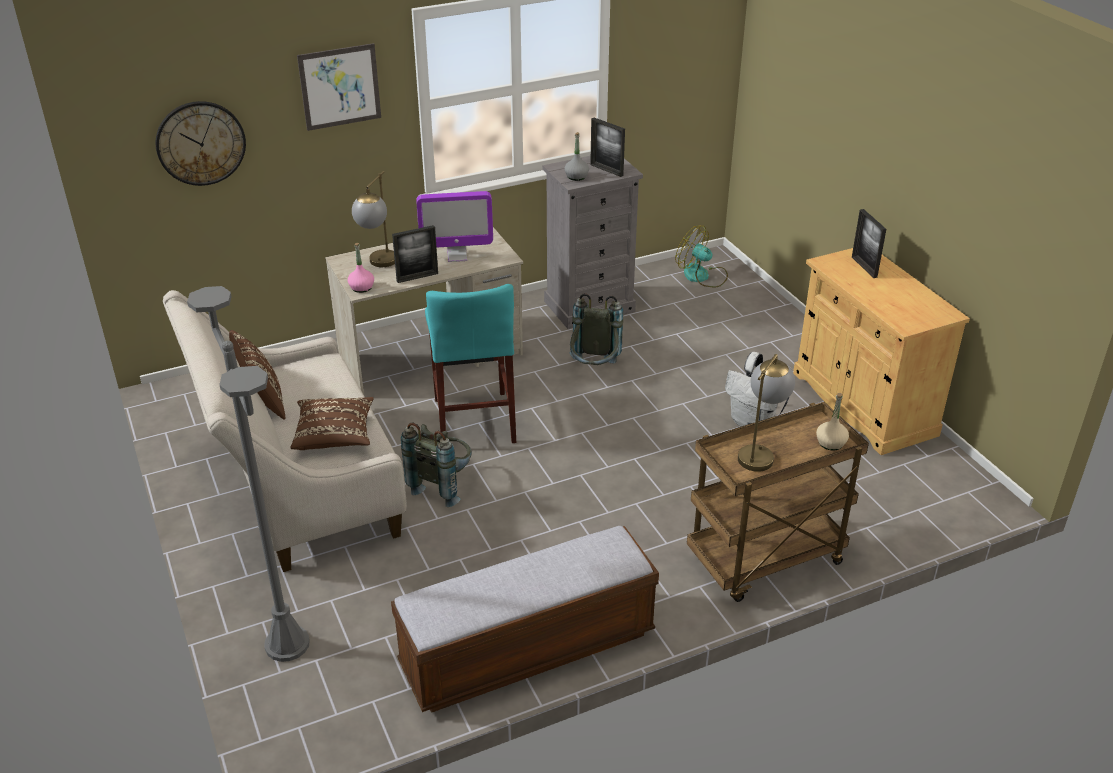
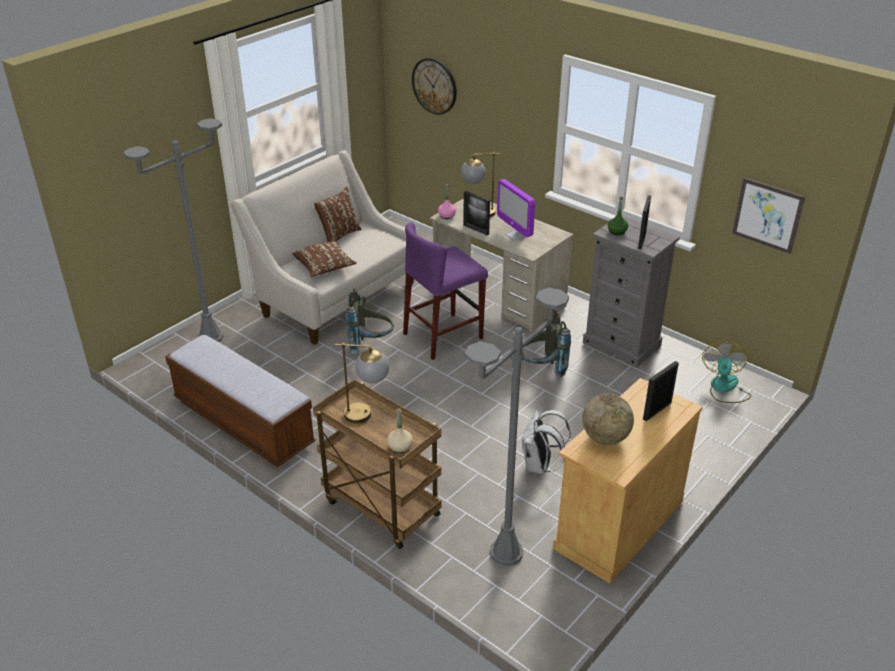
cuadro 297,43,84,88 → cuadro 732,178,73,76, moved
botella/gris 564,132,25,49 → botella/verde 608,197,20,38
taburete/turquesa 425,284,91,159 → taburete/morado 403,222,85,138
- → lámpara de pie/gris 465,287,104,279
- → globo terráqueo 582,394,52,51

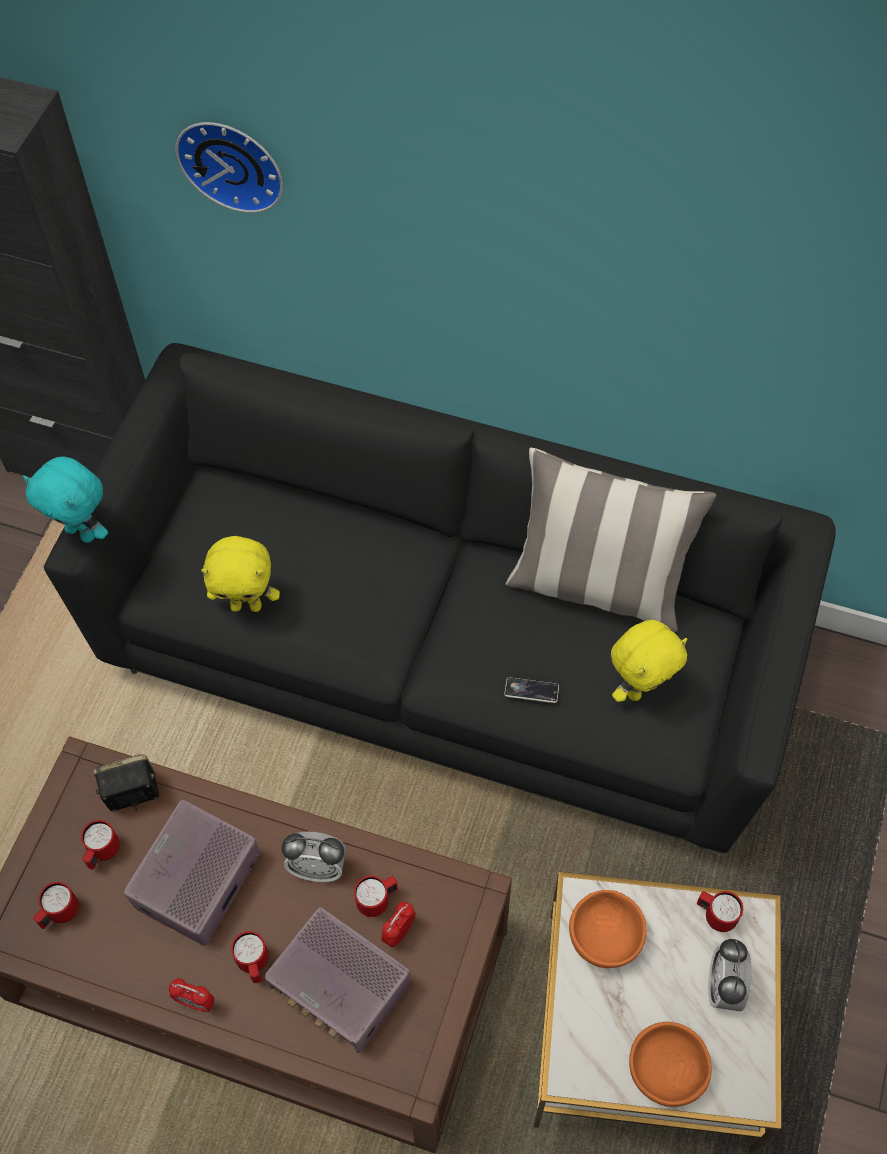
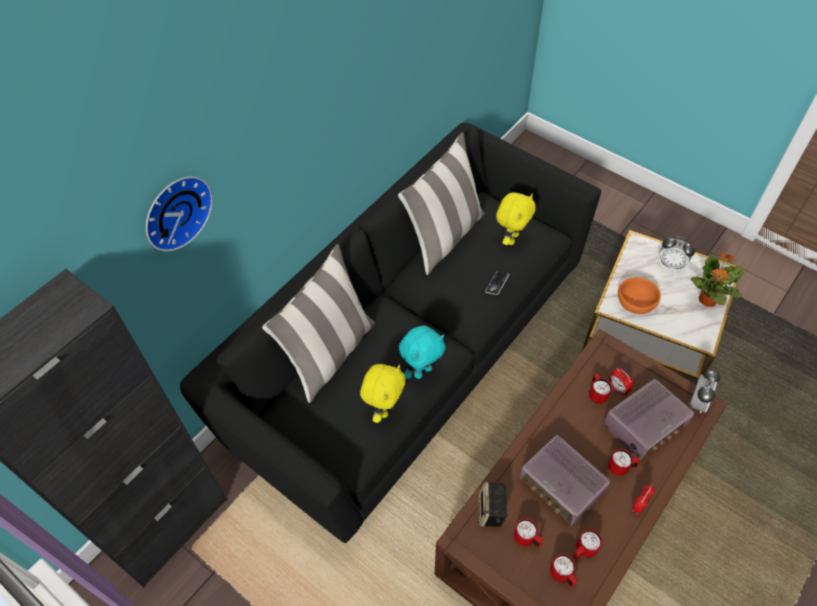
peluche/turquesa 23,456,85,87 → peluche/turquesa 399,325,47,54, moved
peluche/amarillo 611,620,76,82 → peluche/amarillo 496,192,40,53, 45 degrees clockwise
despertador 282,831,64,51 → despertador 689,370,31,43, moved
taza grande/rojo 697,891,46,41 → taza grande/rojo 574,529,28,30, moved
cuenco/naranja 629,1022,83,85 → planta en maceta 691,252,53,55
- → cojín 262,244,113,159

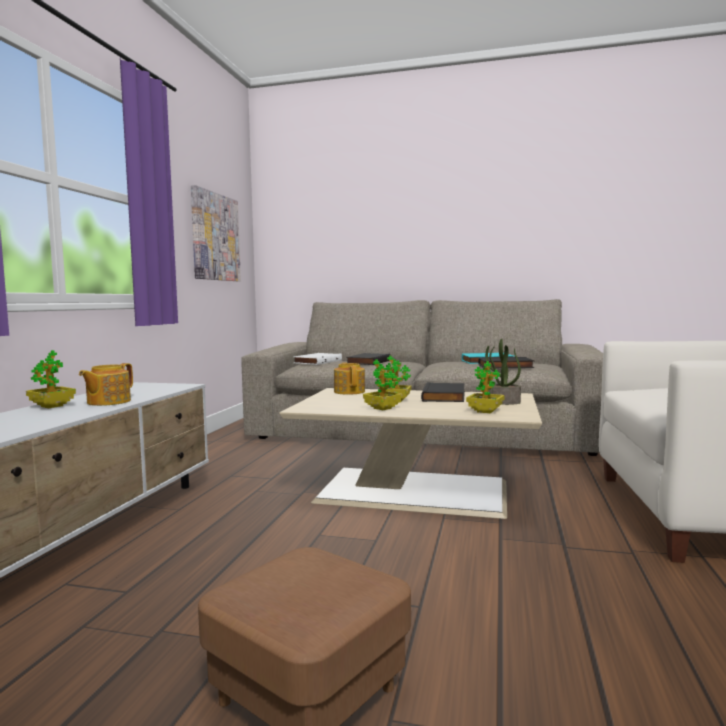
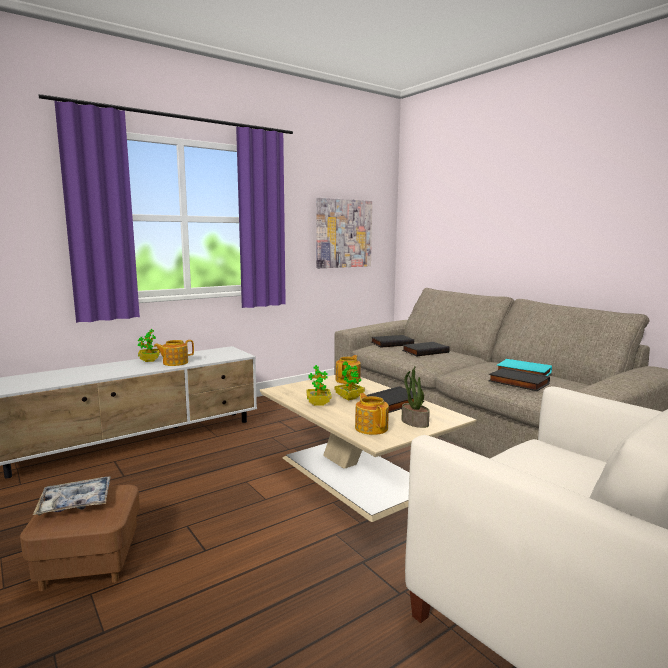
libro/blanco 294,353,48,12 → libro/negro 371,335,43,13
planta en maceta 466,361,39,52 → tetera 355,393,34,42
- → bandeja 33,477,77,38

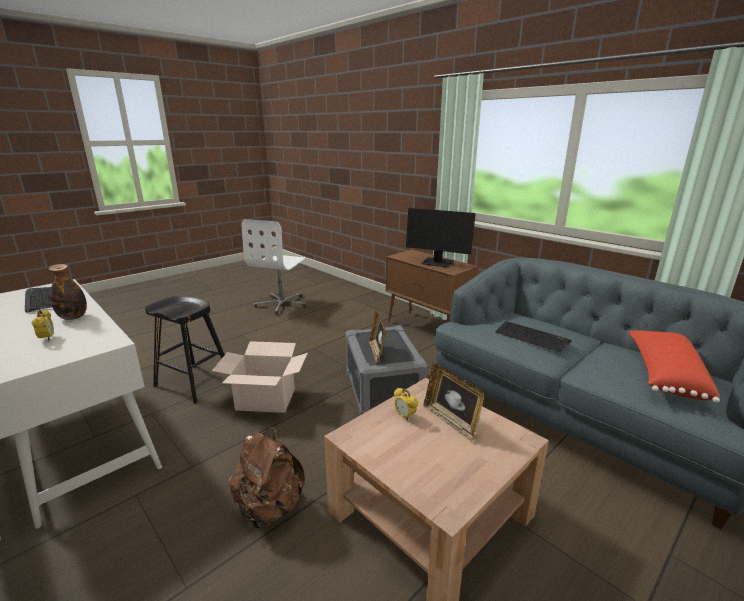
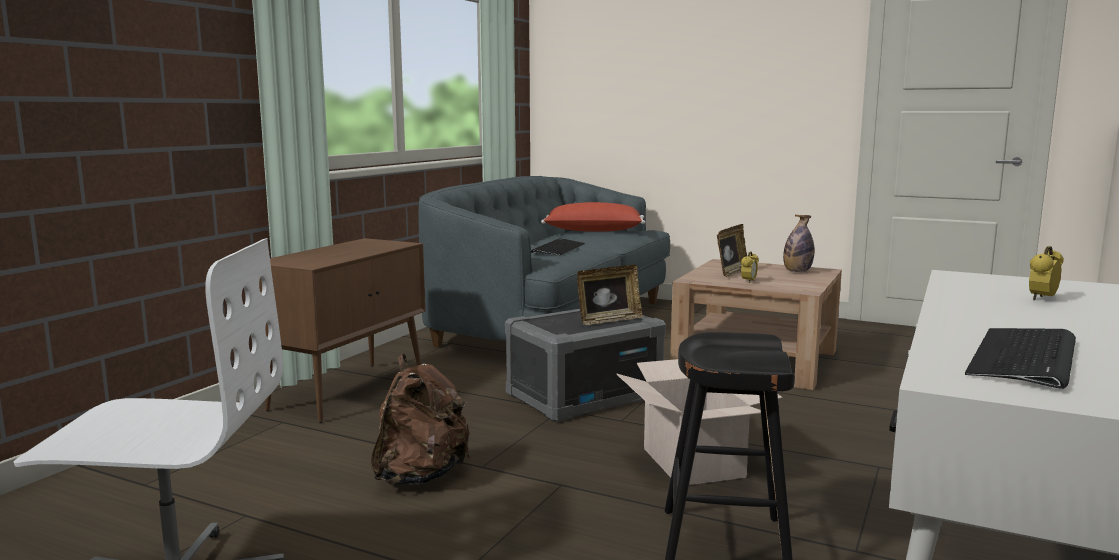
monitor 406,208,70,59 → -
botella 49,264,38,56 → botella 783,215,31,57, moved
mochila/marrón 228,427,77,102 → mochila/marrón 371,353,99,132, moved

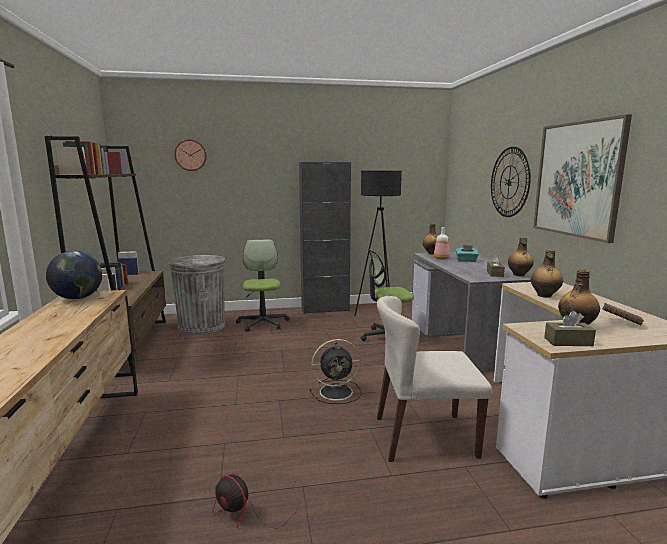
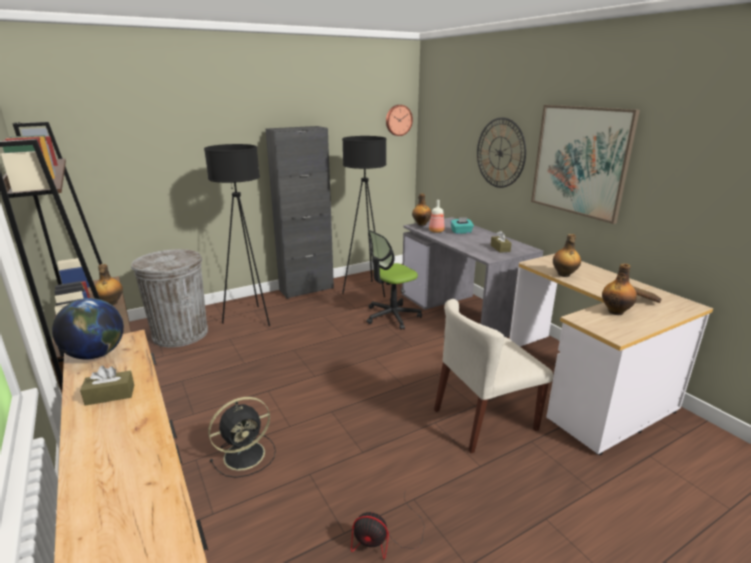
reloj de pared 174,139,33,32 → reloj de pared 386,105,27,31, moved
botella 508,237,26,39 → botella 95,264,28,41, moved
silla de oficina 236,239,54,93 → lámpara de pie/negro 204,144,66,182
caja de pañuelos/marrón 544,311,52,35 → caja de pañuelos/marrón 80,366,54,40, moved
ventilador/negro 309,339,53,65 → ventilador/negro 208,397,68,81, moved

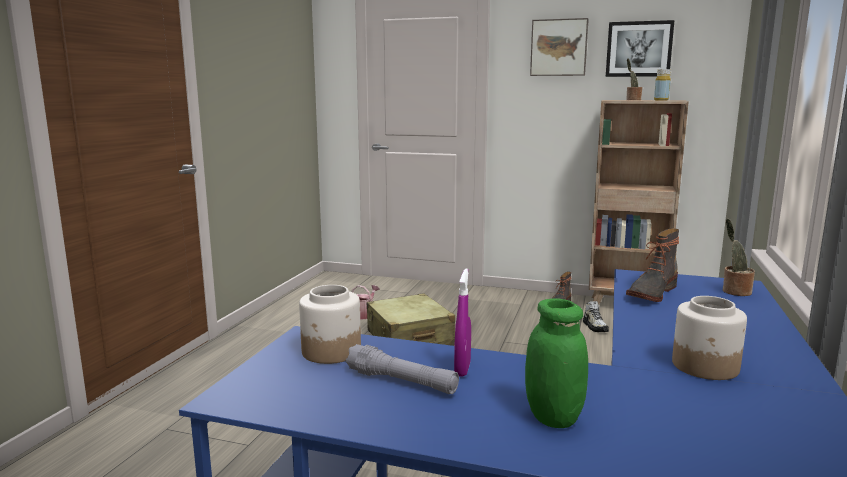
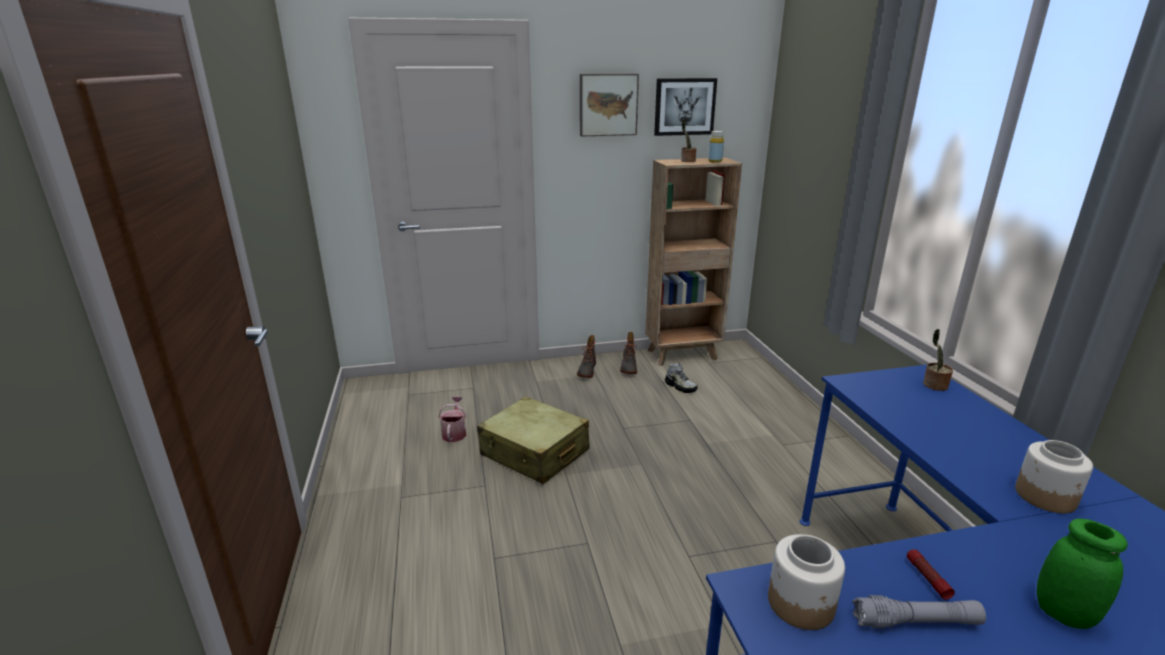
bota 626,228,53,74 → bota 577,335,19,43, moved
pulverizador/morado 454,269,17,108 → linterna 907,549,48,51

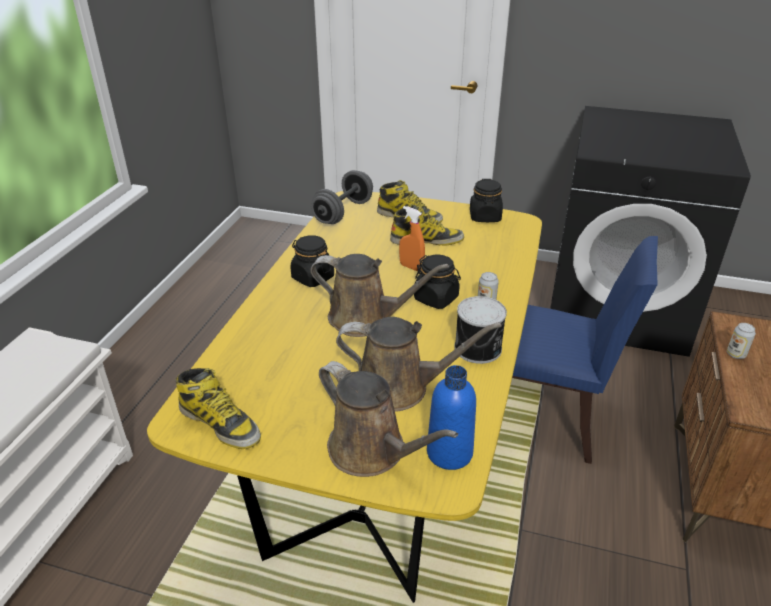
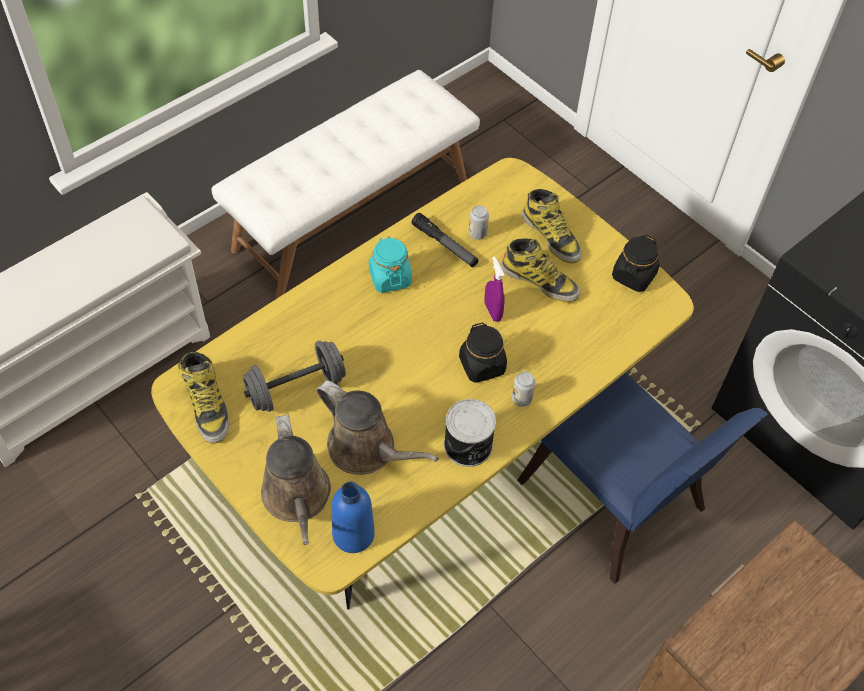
mancuerna/gris 311,170,62,54 → mancuerna/gris 243,341,103,71, moved
pulverizador/naranja 399,206,26,65 → pulverizador/morado 484,256,21,66
tarro/negro 290,235,44,52 → tarro/turquesa 369,236,43,57
regadera/marrón 310,254,139,83 → -
lata 727,323,29,36 → lata 469,205,20,35, moved
- → banco/blanco 212,70,268,228
- → linterna 411,213,68,54

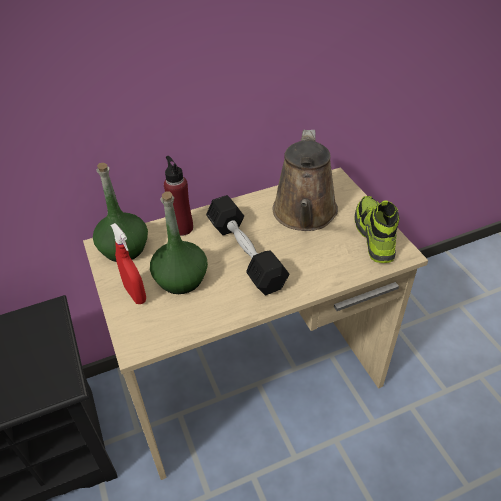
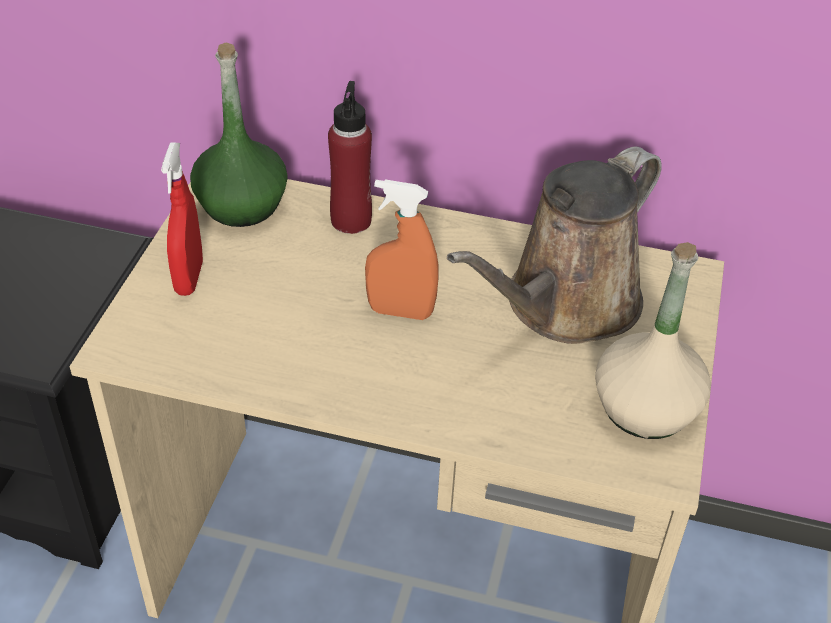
botella/verde 150,191,58,103 → -
mancuerna/negro 206,195,83,100 → pulverizador/naranja 365,179,74,141
zapato 355,196,45,67 → botella/beis 595,242,116,197

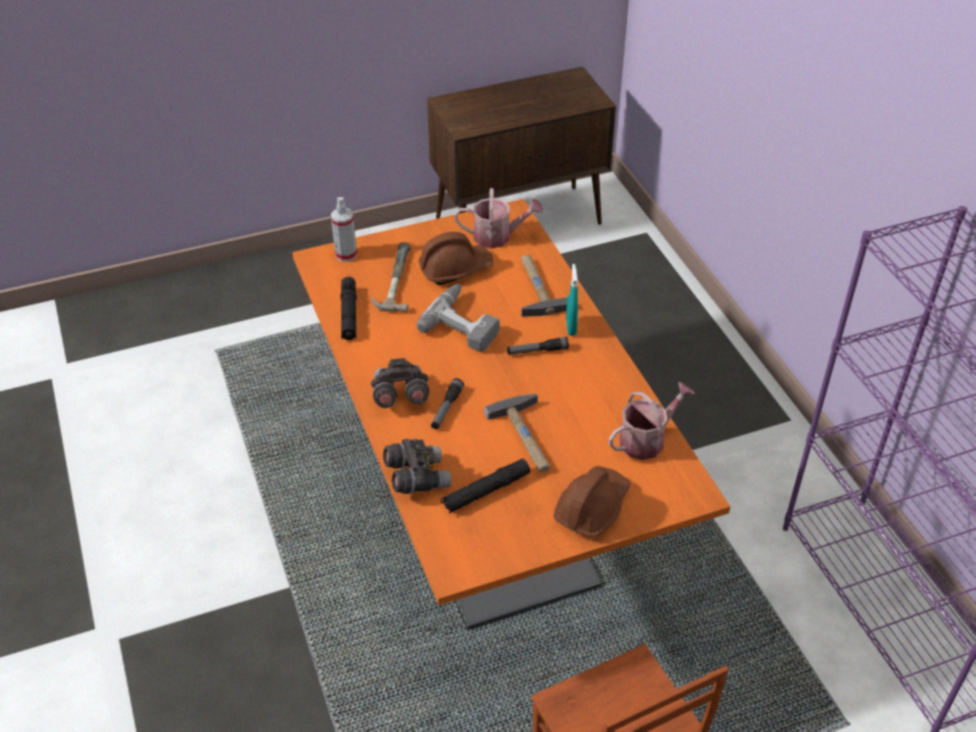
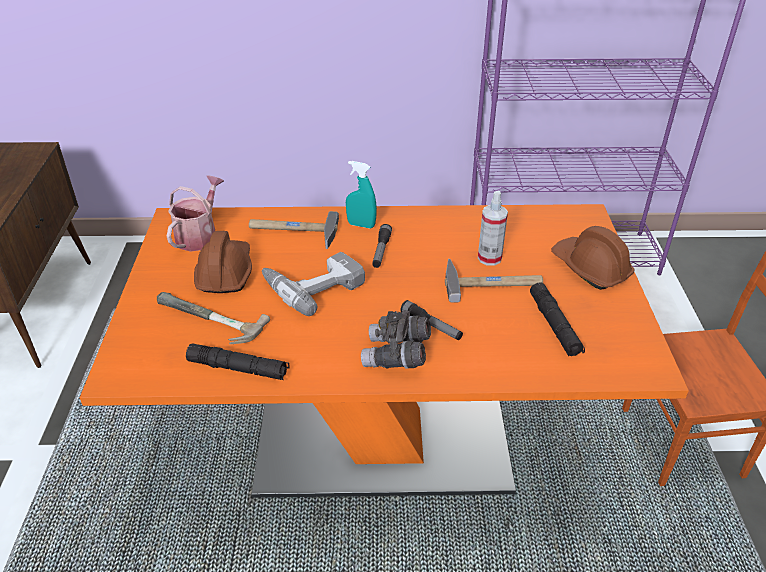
pulverizador 331,197,26,65 → pulverizador 478,191,30,75, moved
regadera 608,382,87,78 → -
prismáticos/gris 383,438,68,56 → -

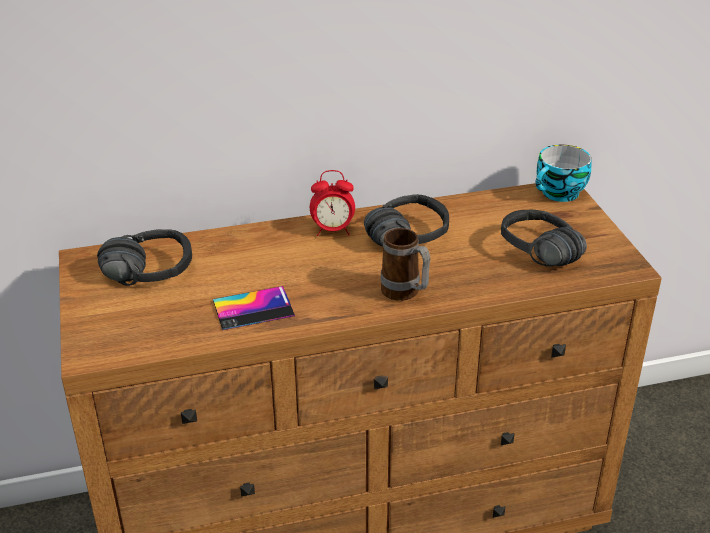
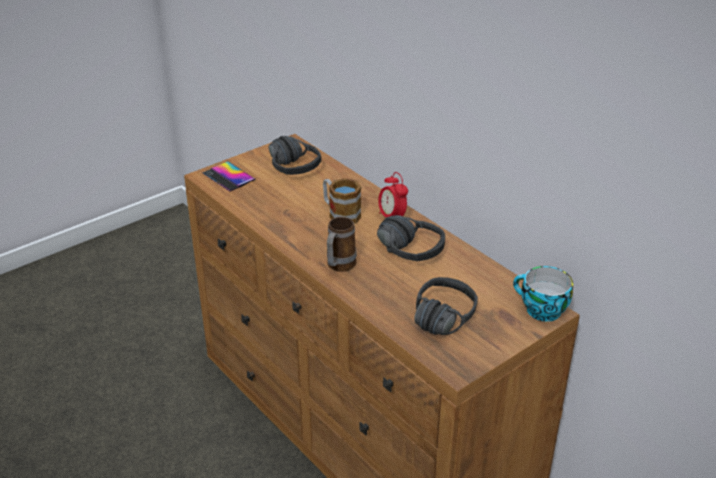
móvil 213,286,82,44 → móvil 203,161,53,30, moved
- → taza grande 323,178,38,46

